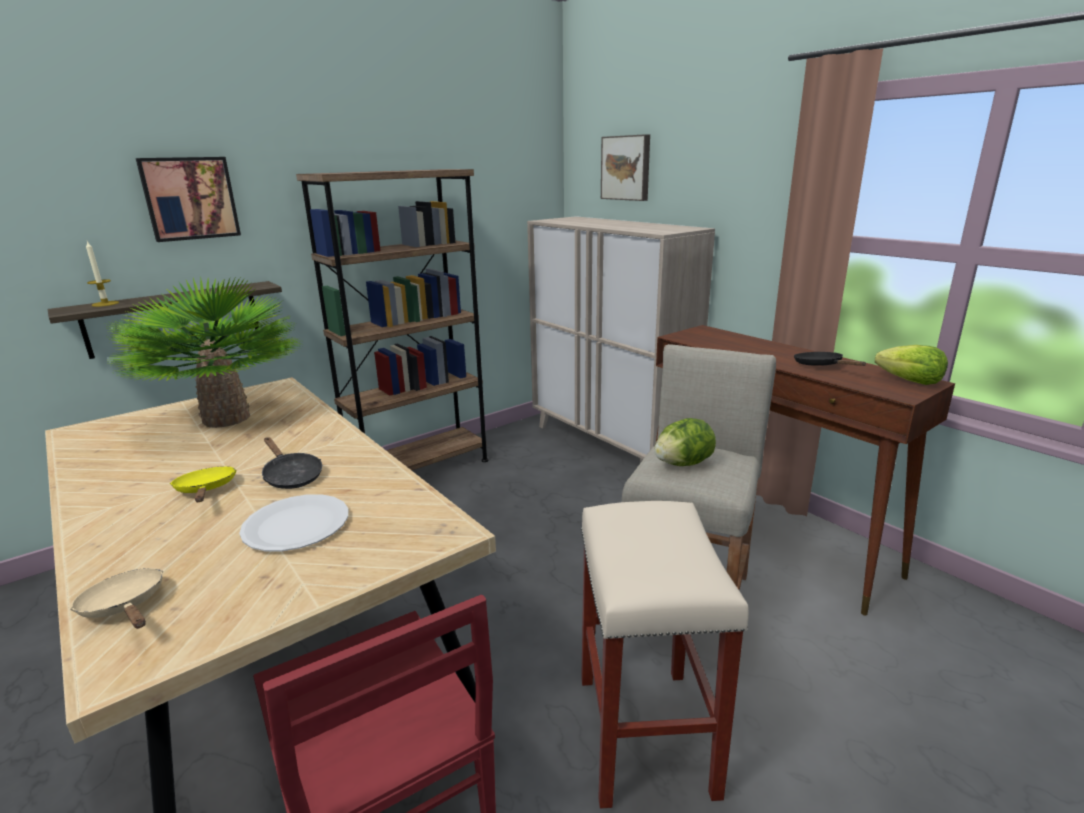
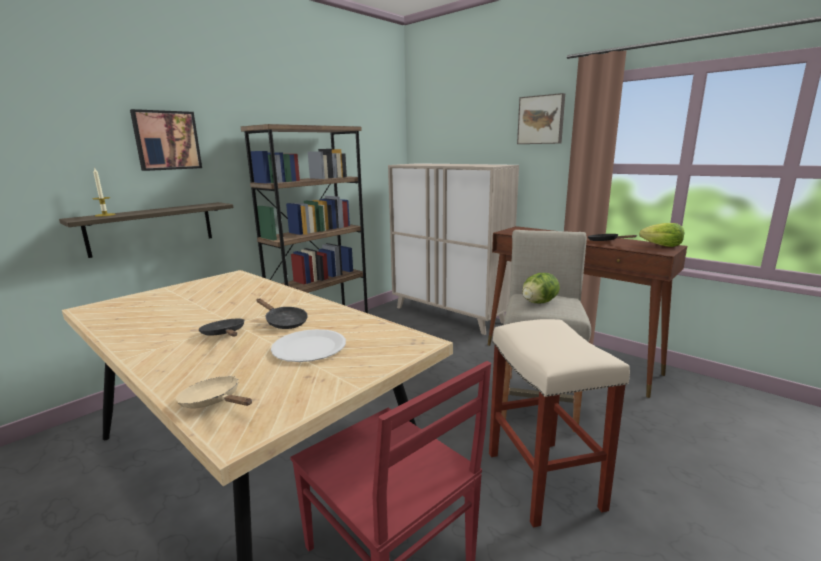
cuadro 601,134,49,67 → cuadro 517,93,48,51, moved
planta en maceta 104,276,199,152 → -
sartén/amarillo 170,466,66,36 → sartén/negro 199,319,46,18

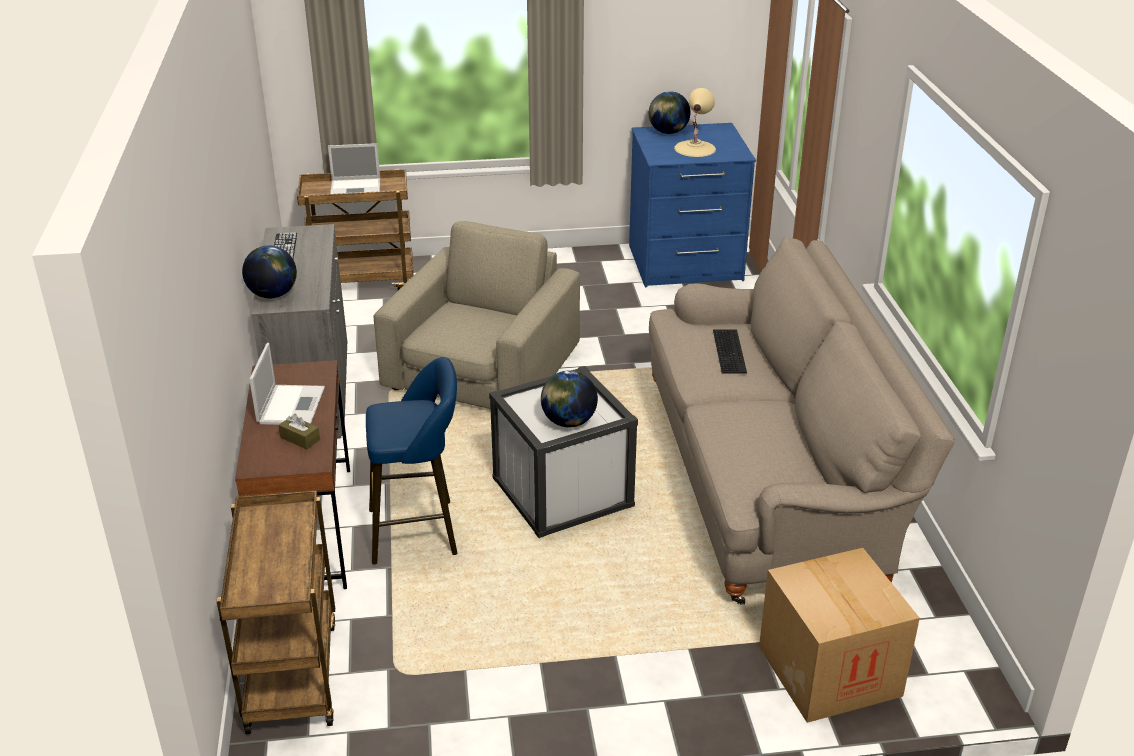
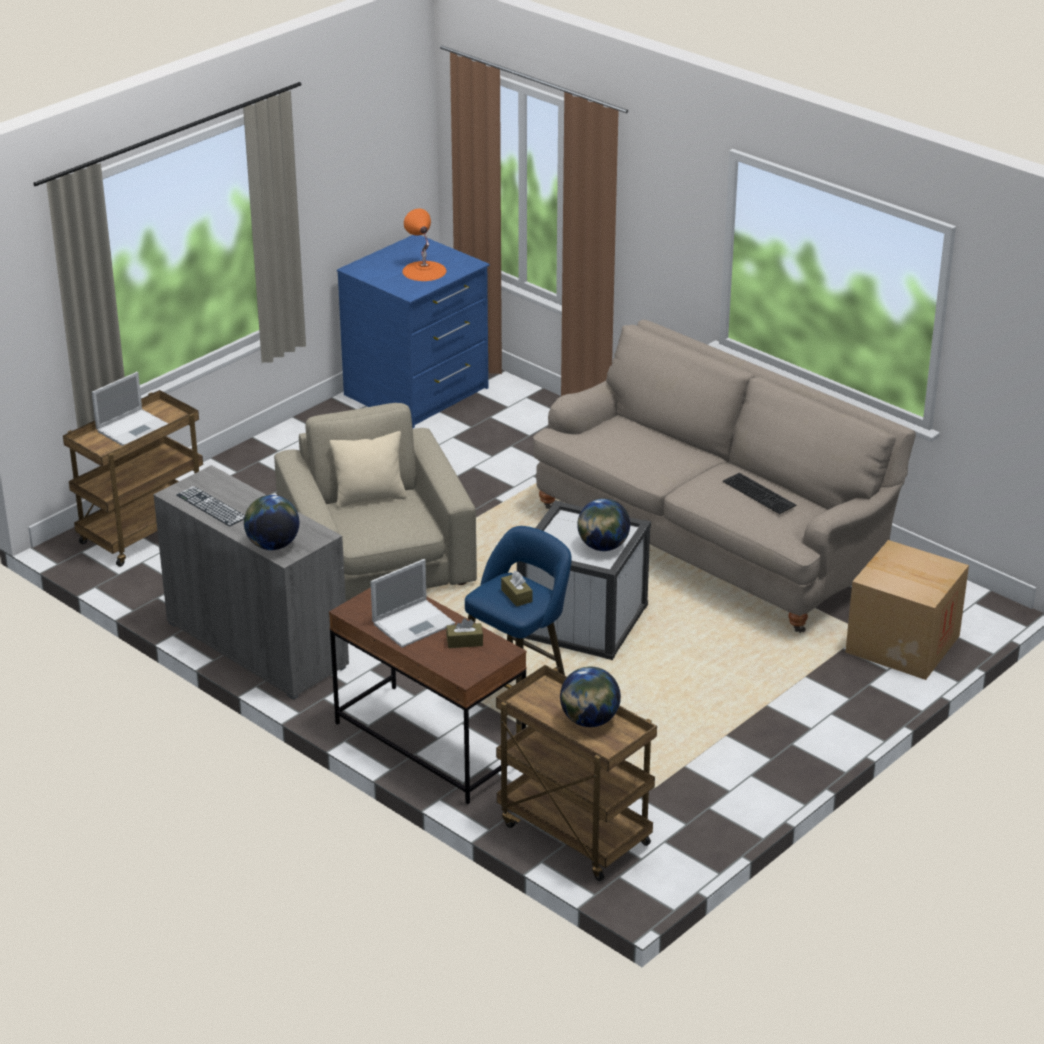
lámpara de mesa/beis 674,88,42,69 → lámpara de mesa/naranja 402,209,45,72
globo terráqueo 649,91,41,43 → globo terráqueo 560,667,61,60, moved
teclado 713,329,34,45 → teclado 723,473,73,41, moved
portátil 249,343,76,82 → portátil 371,559,84,89, 90 degrees clockwise
- → cojín/beis 330,431,77,77
- → caja de pañuelos/marrón 501,571,31,36

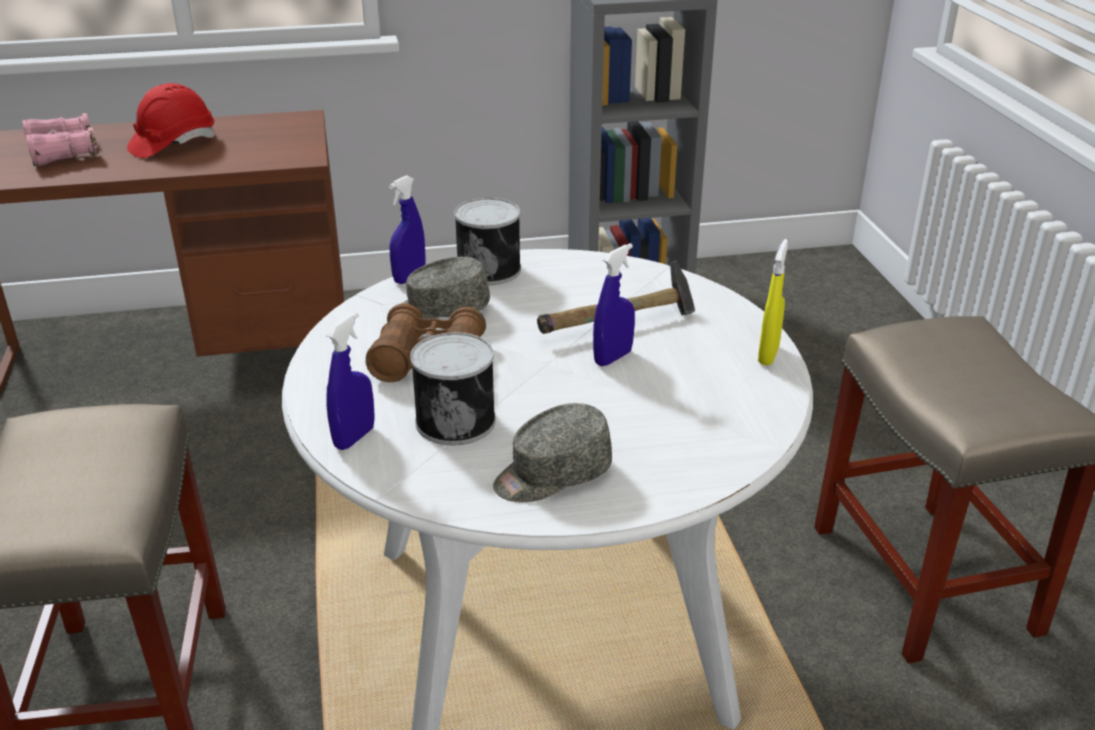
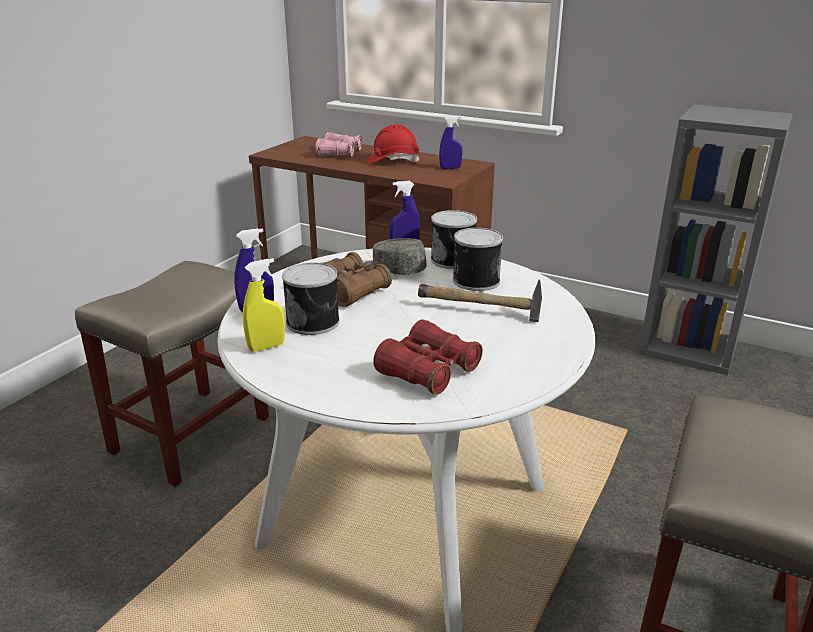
pulverizador/amarillo 758,239,30,127 → pulverizador/amarillo 243,258,42,94, moved
pulverizador/azul 593,243,42,123 → pulverizador/azul 439,115,24,54, moved
gorra/gris 493,403,119,99 → -
- → lata 453,228,50,63
- → prismáticos/rojo 373,319,110,76

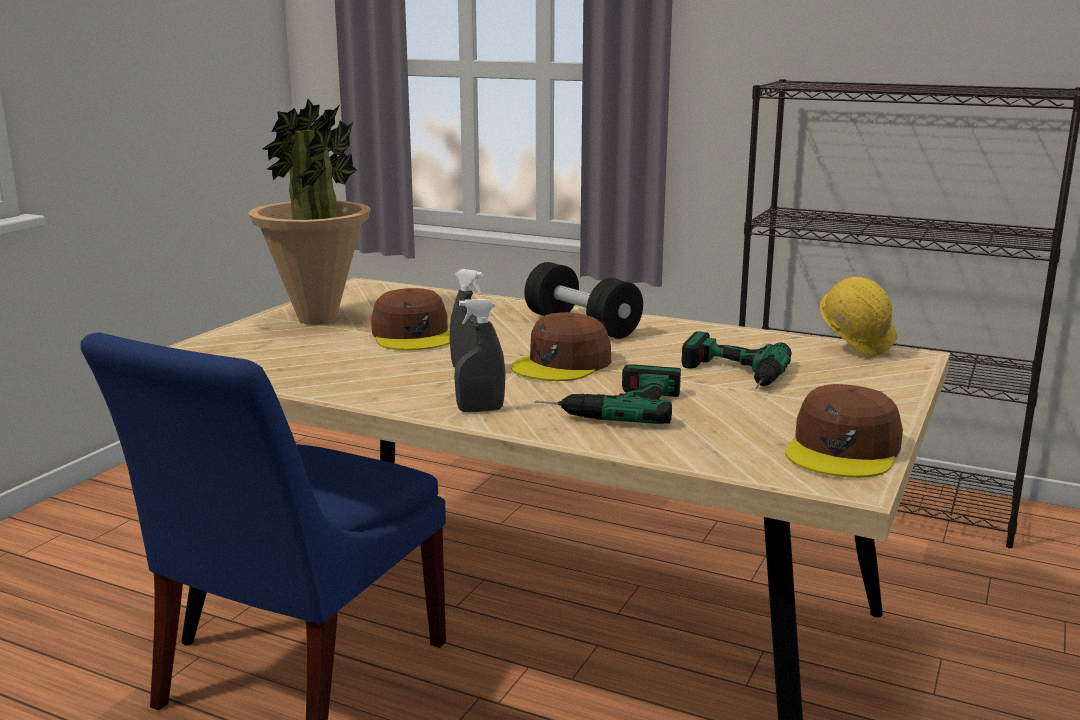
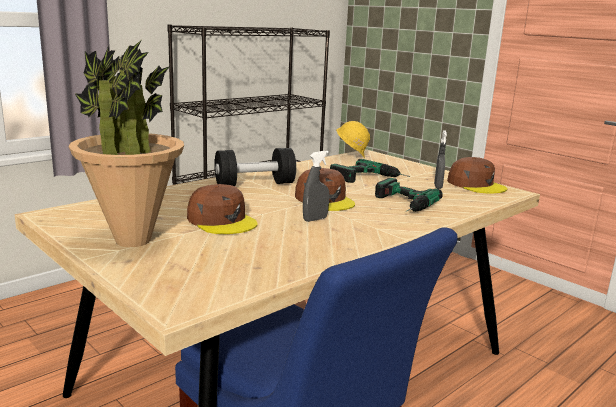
gorra/marrón 371,288,79,62 → gorra/marrón 187,184,70,50, 45 degrees clockwise
pulverizador/gris 454,299,52,113 → pulverizador/gris 434,130,13,59, moved

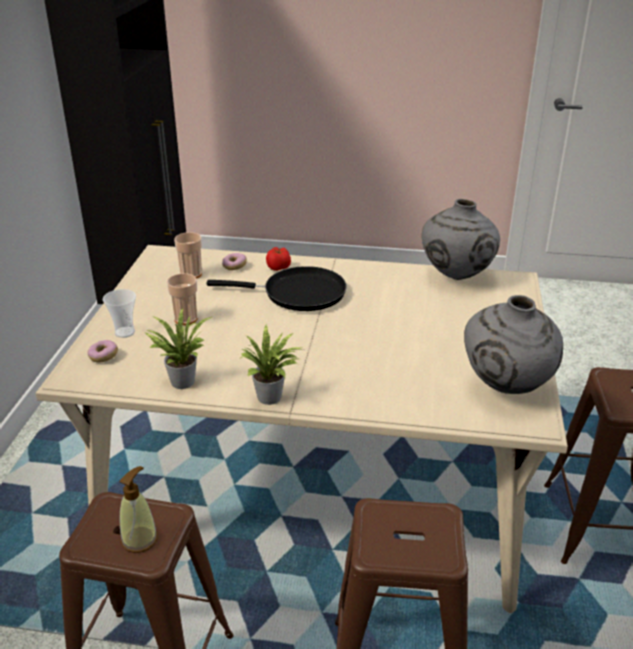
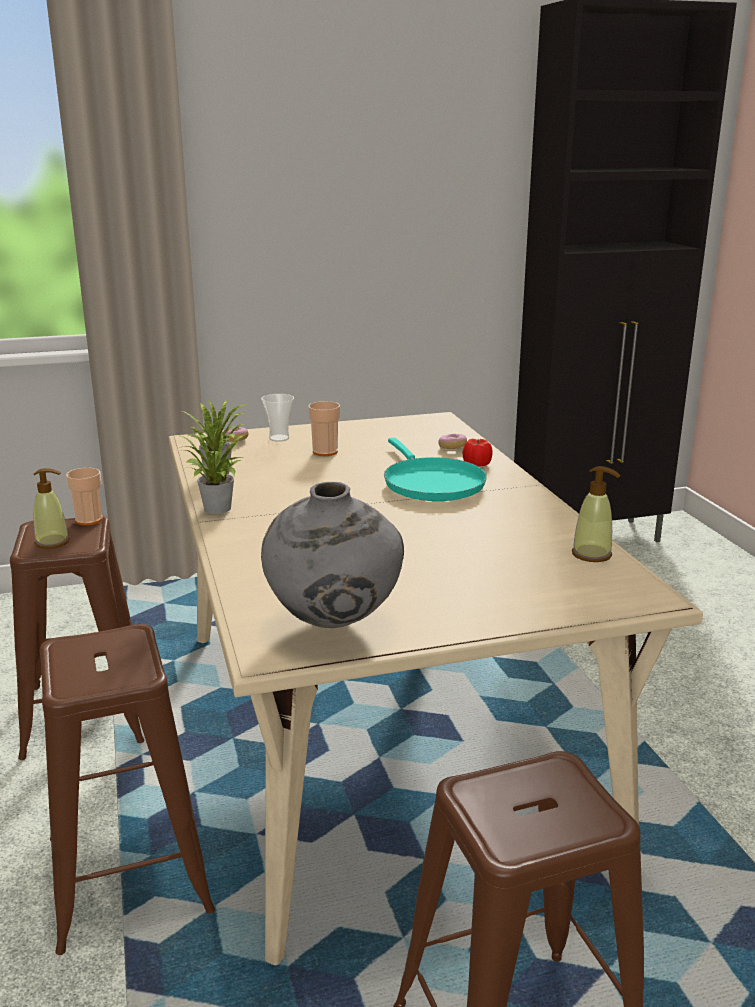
florero/gris 422,199,78,81 → dispensador de jabón 572,466,49,96
taza 174,232,28,46 → taza 66,468,37,57, moved
sartén/negro 207,266,140,45 → sartén/turquesa 384,438,103,63

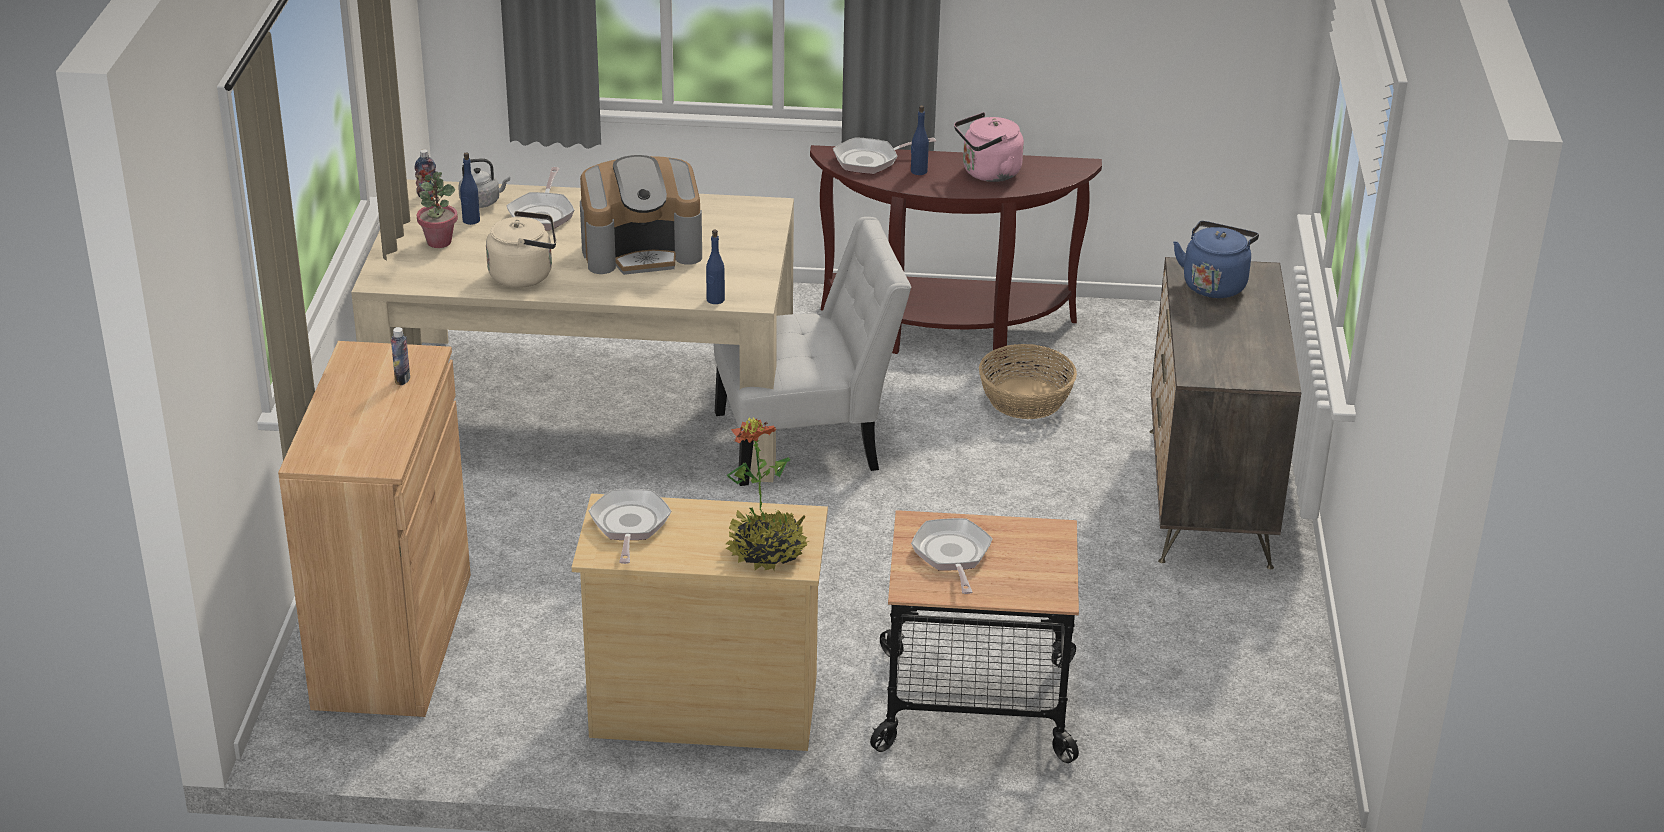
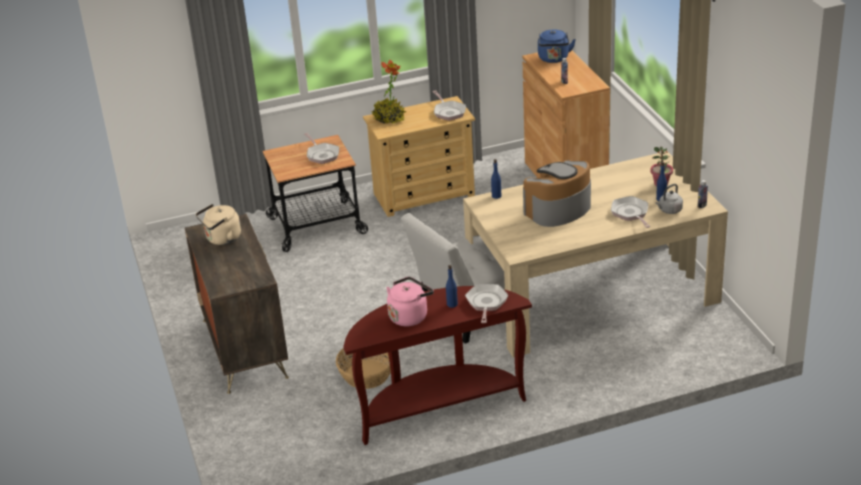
sartén 833,137,103,37 → sartén 465,284,43,39, 45 degrees counterclockwise
hervidor/beis 486,211,70,77 → hervidor/beis 196,204,45,41, moved
hervidor/azul 1173,221,86,77 → hervidor/azul 538,29,38,34, moved

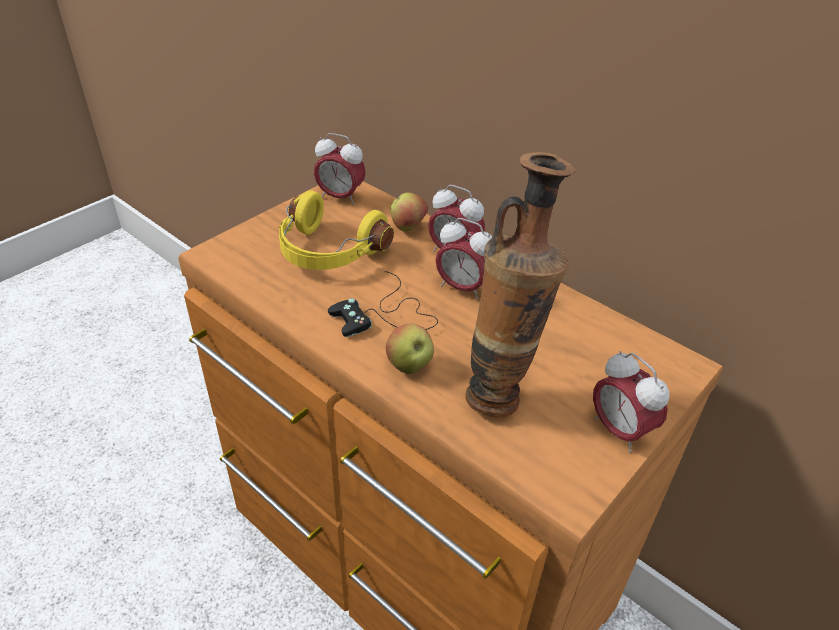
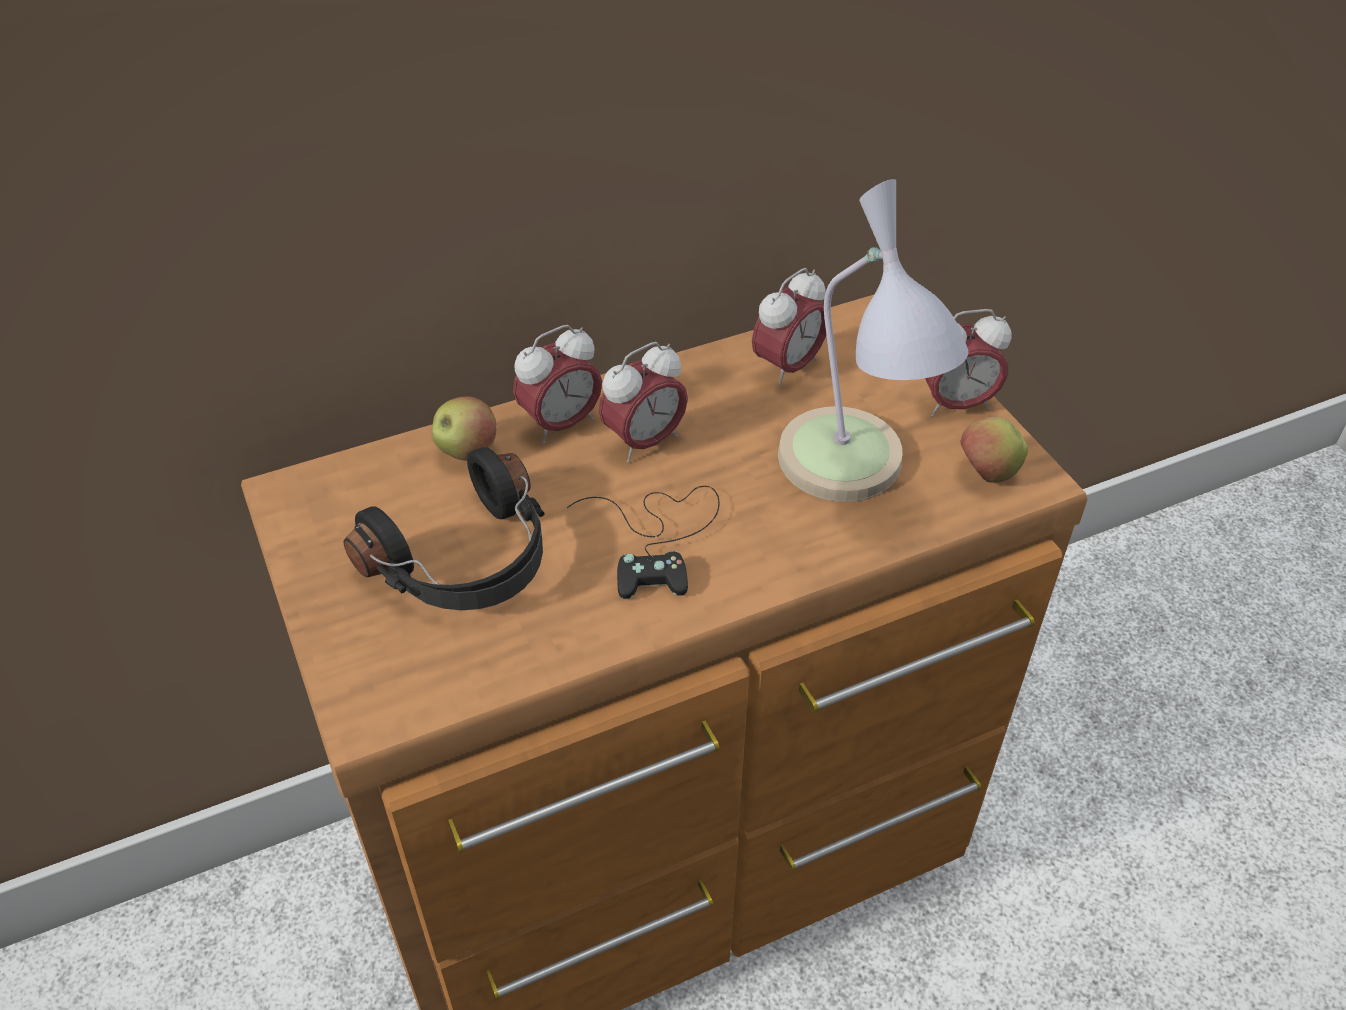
despertador 314,133,52,72 → despertador 752,268,74,119, moved
florero 465,152,111,266 → lámpara de mesa 778,179,190,323
auriculares/amarillo 279,190,115,80 → auriculares/negro 344,447,201,163
manzana 386,323,48,51 → manzana 960,417,68,66, moved

